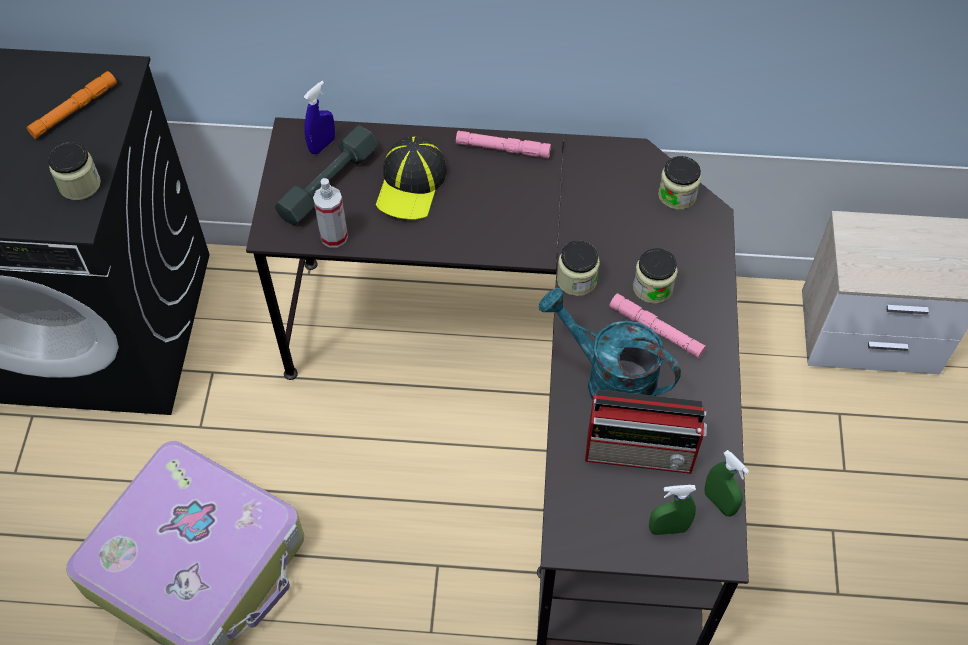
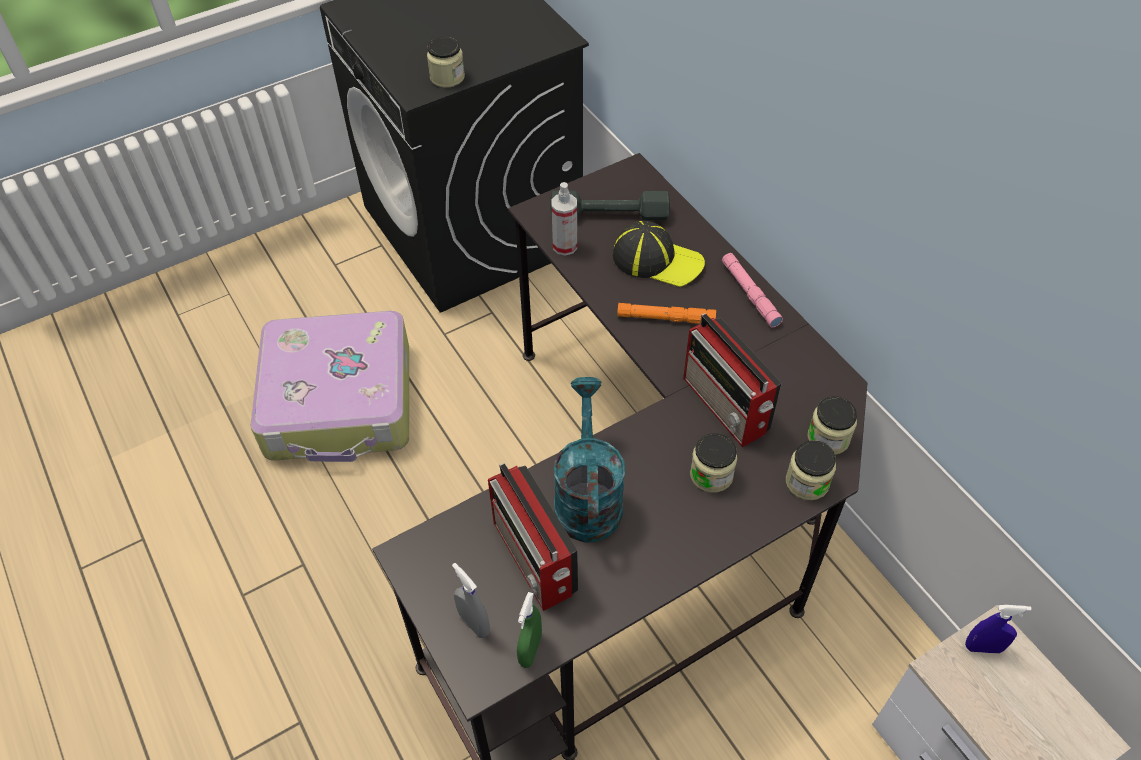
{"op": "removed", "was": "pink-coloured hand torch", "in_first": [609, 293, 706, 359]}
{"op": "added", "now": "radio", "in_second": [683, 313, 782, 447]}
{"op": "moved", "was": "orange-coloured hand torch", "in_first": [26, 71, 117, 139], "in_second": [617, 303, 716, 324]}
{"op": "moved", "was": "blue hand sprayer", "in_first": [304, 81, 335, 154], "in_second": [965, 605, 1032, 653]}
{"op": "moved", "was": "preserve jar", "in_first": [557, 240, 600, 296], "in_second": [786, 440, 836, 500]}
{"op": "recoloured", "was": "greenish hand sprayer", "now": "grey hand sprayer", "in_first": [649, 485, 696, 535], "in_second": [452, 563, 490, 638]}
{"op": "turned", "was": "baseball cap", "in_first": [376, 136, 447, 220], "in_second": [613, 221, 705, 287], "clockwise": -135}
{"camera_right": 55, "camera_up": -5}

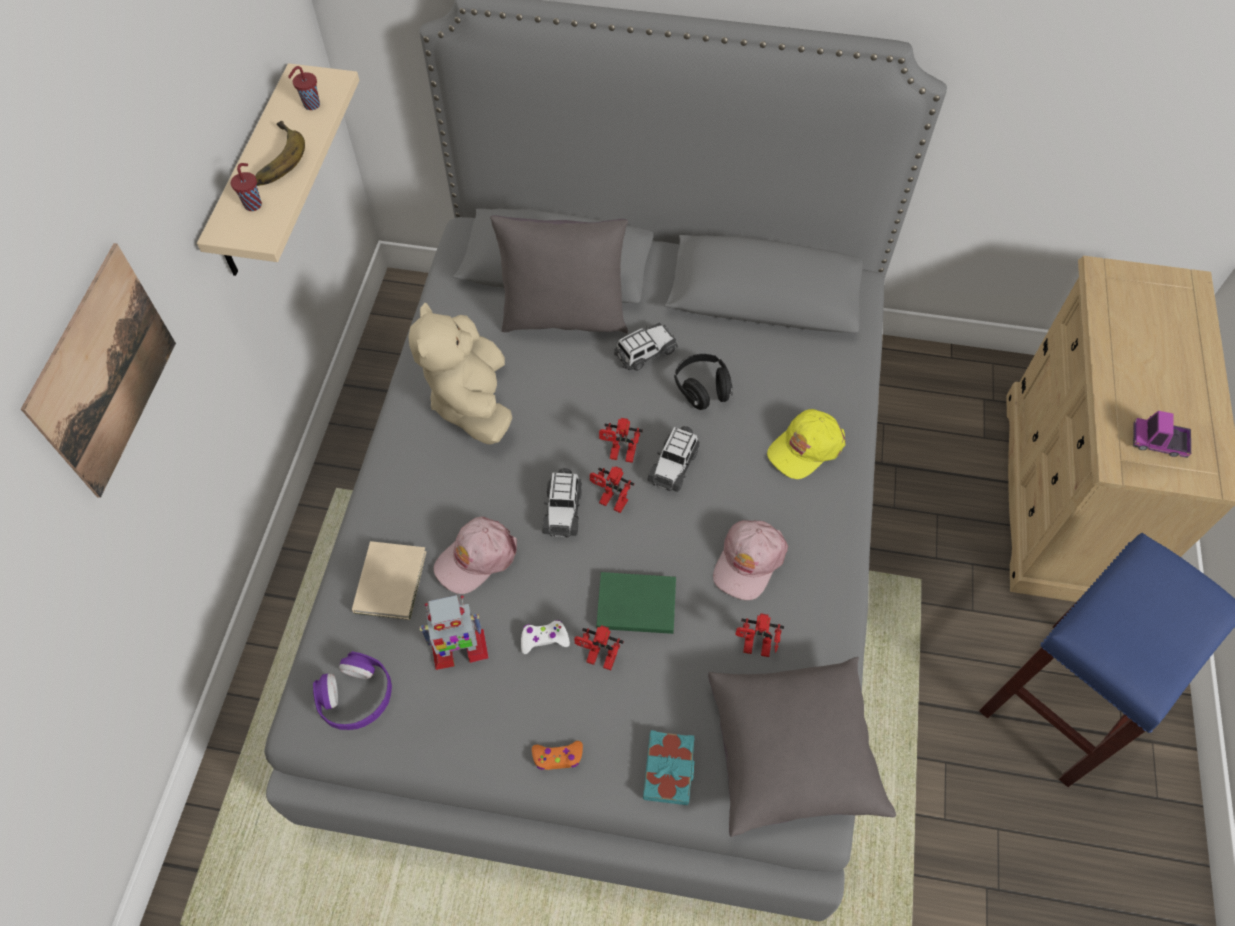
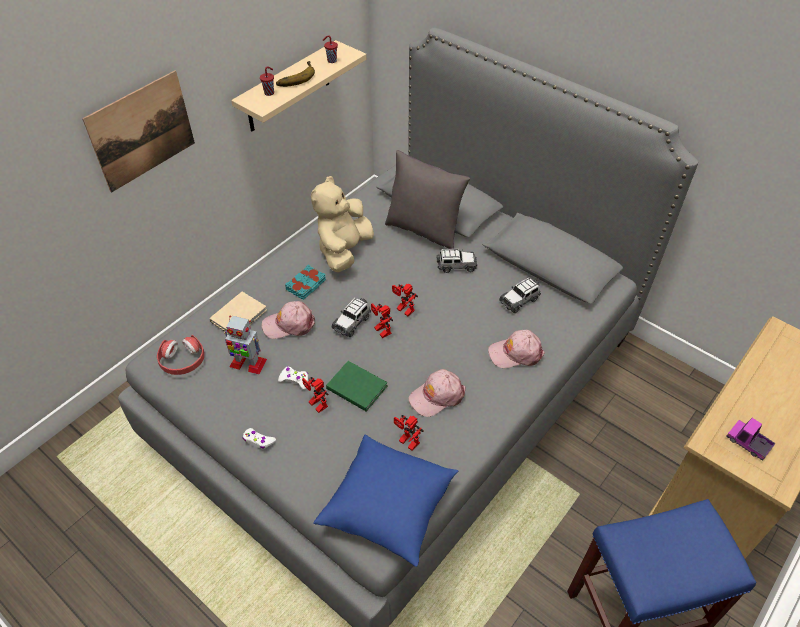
{"op": "removed", "was": "blackish pair of headphones", "in_first": [674, 354, 733, 410]}
{"op": "moved", "was": "blue-green volume", "in_first": [643, 730, 695, 805], "in_second": [285, 265, 326, 300]}
{"op": "moved", "was": "toy car", "in_first": [647, 426, 699, 492], "in_second": [499, 277, 541, 313]}
{"op": "recoloured", "was": "purple pair of headphones", "now": "reddish pair of headphones", "in_first": [313, 651, 392, 730], "in_second": [157, 335, 205, 375]}
{"op": "recoloured", "was": "orange-coloured gamepad", "now": "white-coloured gamepad", "in_first": [532, 741, 583, 770], "in_second": [243, 428, 276, 449]}
{"op": "recoloured", "was": "grey cushion", "now": "blue cushion", "in_first": [708, 657, 896, 837], "in_second": [313, 434, 458, 567]}
{"op": "recoloured", "was": "yellow-coloured baseball cap", "now": "pink-coloured baseball cap", "in_first": [767, 409, 846, 479], "in_second": [488, 330, 545, 368]}
{"camera_right": 30, "camera_up": -10}

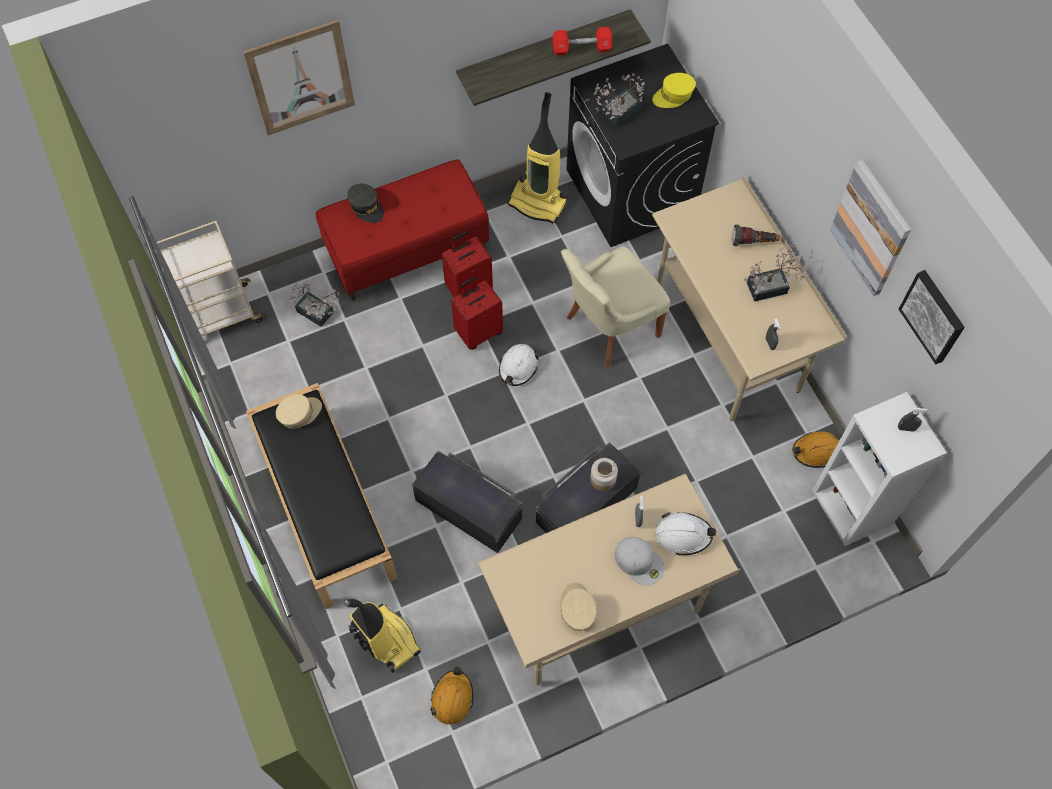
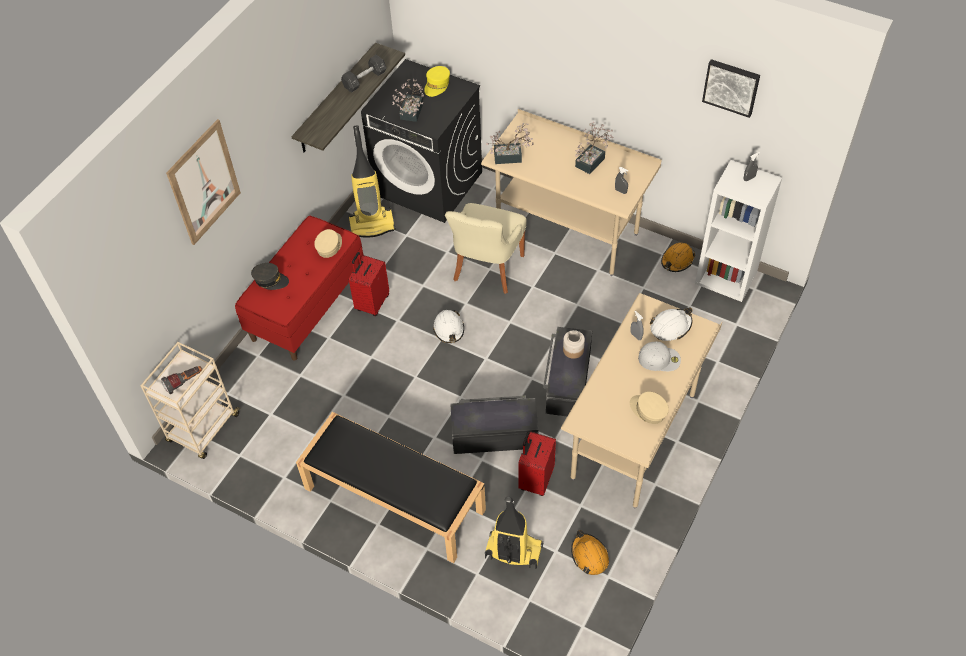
{"op": "removed", "was": "picture", "in_first": [830, 160, 911, 296]}
{"op": "moved", "was": "sand-coloured baseball cap", "in_first": [276, 394, 322, 429], "in_second": [314, 229, 342, 258]}
{"op": "moved", "was": "houseplant", "in_first": [286, 282, 339, 327], "in_second": [486, 123, 534, 164]}
{"op": "moved", "was": "reddish suitcase", "in_first": [451, 277, 503, 350], "in_second": [518, 431, 556, 496]}
{"op": "moved", "was": "hand torch", "in_first": [732, 225, 780, 246], "in_second": [161, 366, 202, 394]}
{"op": "recoloured", "was": "reddish hand weight", "now": "blackish hand weight", "in_first": [552, 27, 612, 55], "in_second": [341, 55, 386, 92]}
{"camera_right": -35, "camera_up": -10}

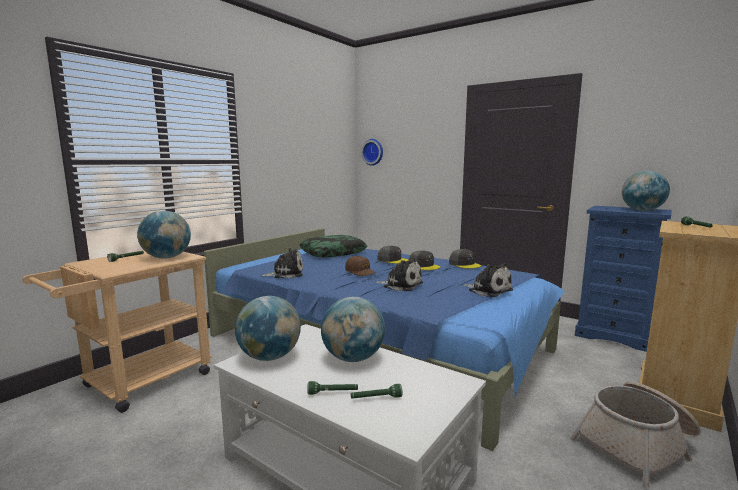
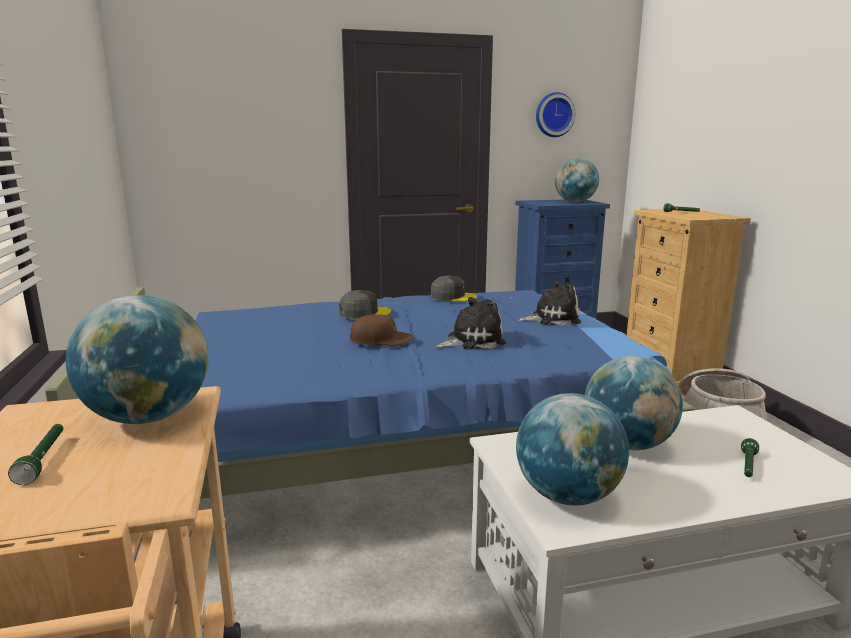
{"op": "removed", "was": "cuddly toy", "in_first": [261, 248, 303, 278]}
{"op": "removed", "was": "cushion", "in_first": [300, 235, 367, 258]}
{"op": "removed", "was": "greenish hand torch", "in_first": [307, 381, 358, 395]}
{"op": "removed", "was": "grey baseball cap", "in_first": [409, 250, 440, 270]}
{"op": "moved", "was": "hanging clock", "in_first": [361, 139, 383, 166], "in_second": [536, 92, 575, 137]}
{"camera_right": -50, "camera_up": 5}

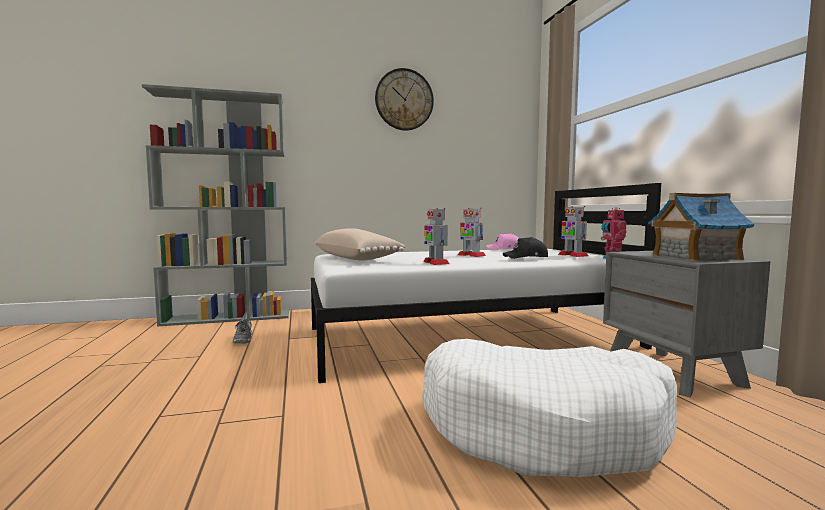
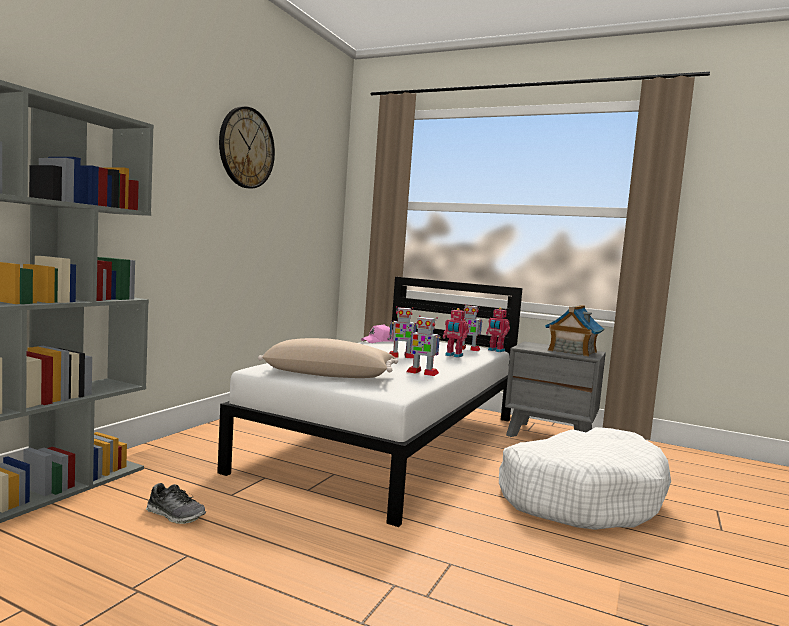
{"op": "replaced", "was": "blackish baseball cap", "now": "toy robot", "in_first": [503, 237, 548, 259], "in_second": [443, 308, 469, 358]}
{"camera_right": -50, "camera_up": 0}

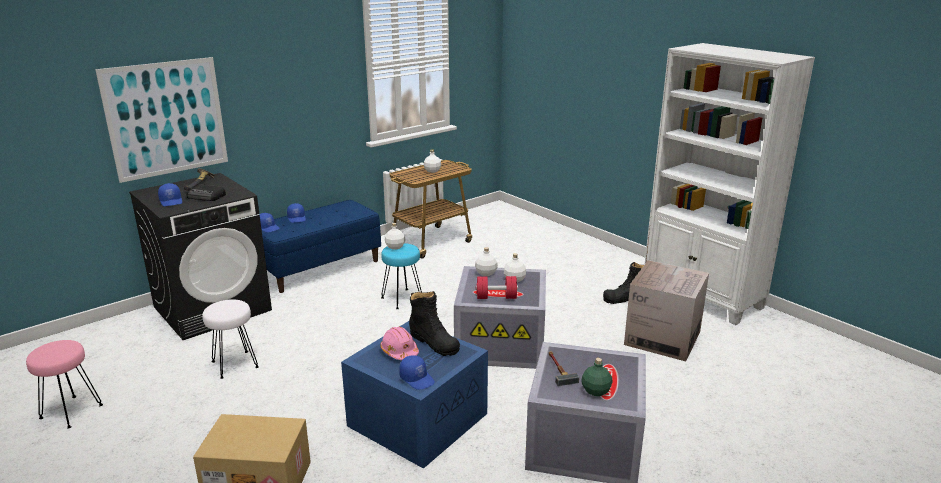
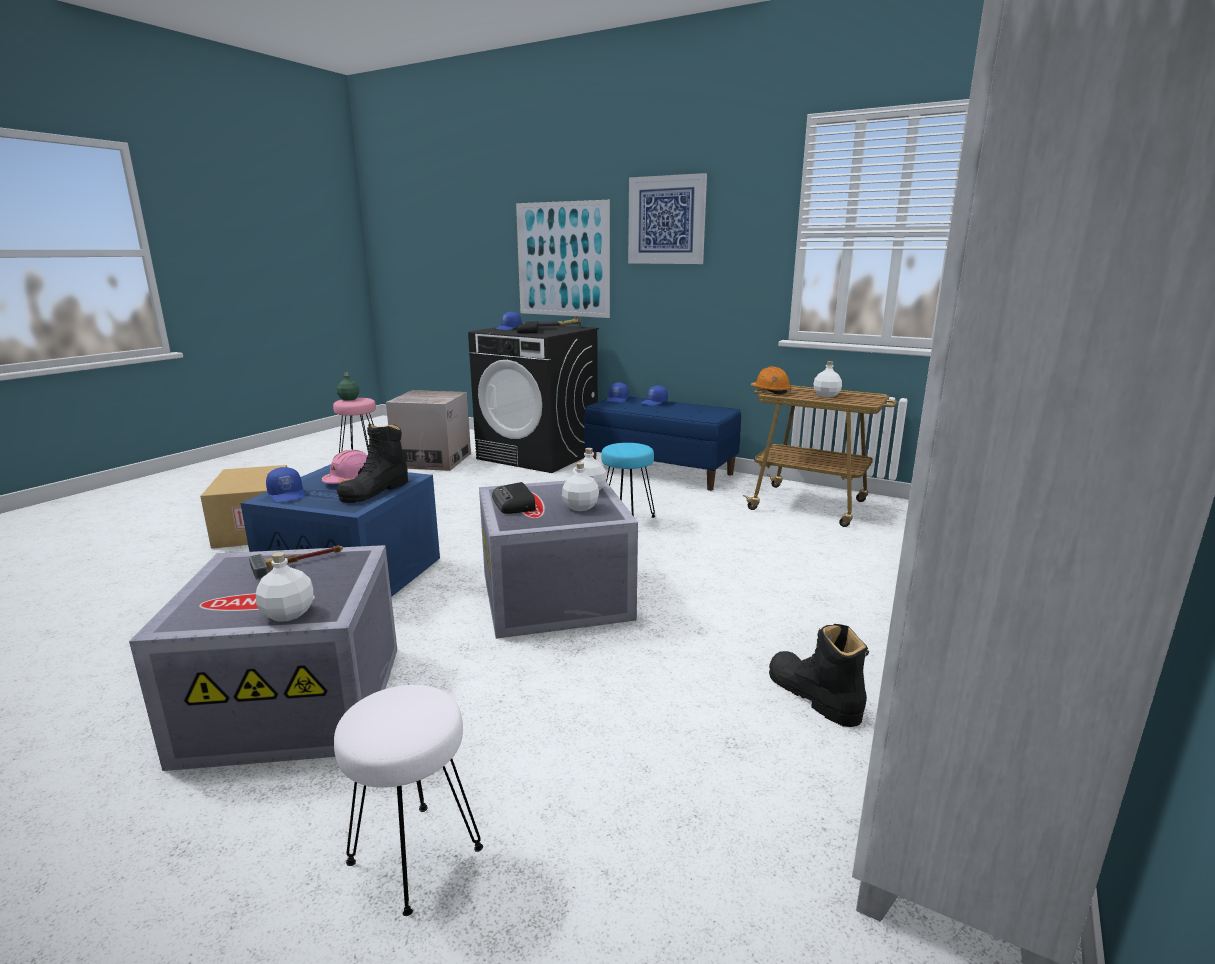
{"op": "added", "now": "picture", "in_second": [628, 173, 707, 264]}
{"op": "added", "now": "orange-coloured work helmet", "in_second": [751, 366, 791, 394]}
{"op": "moved", "was": "white-coloured stool", "in_first": [203, 299, 259, 379], "in_second": [334, 685, 483, 916]}
{"op": "moved", "was": "white-coloured bottle", "in_first": [385, 223, 405, 249], "in_second": [256, 552, 313, 622]}
{"op": "moved", "was": "greenish bottle", "in_first": [581, 358, 613, 396], "in_second": [337, 373, 360, 401]}
{"op": "moved", "was": "carton", "in_first": [624, 260, 709, 361], "in_second": [386, 390, 471, 471]}
{"op": "replaced", "was": "reddish hand weight", "now": "radio", "in_first": [476, 276, 518, 299], "in_second": [492, 482, 536, 514]}
{"op": "turned", "was": "blue baseball cap", "in_first": [399, 355, 435, 390], "in_second": [266, 467, 305, 503], "clockwise": -60}
{"camera_right": 70, "camera_up": -5}

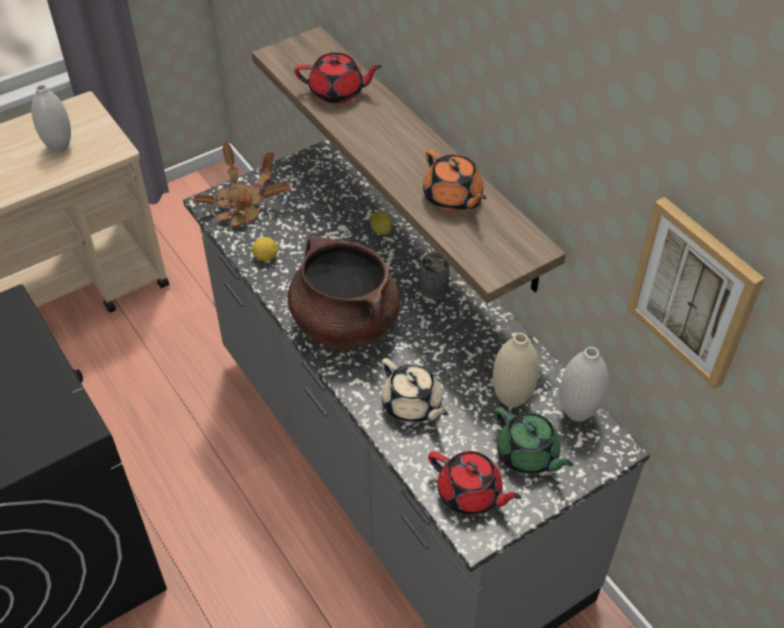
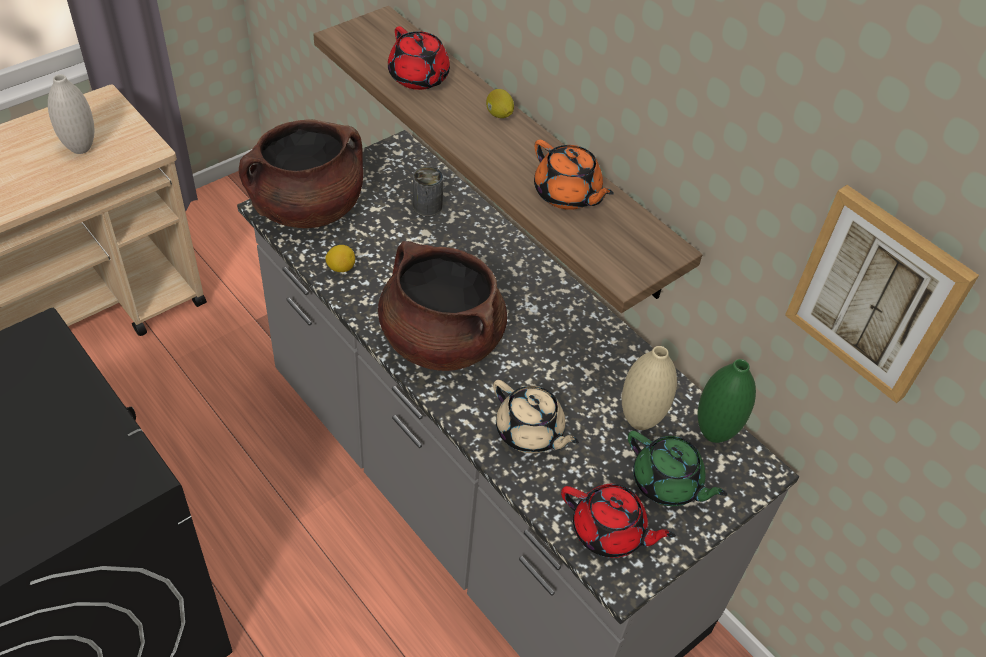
{"op": "moved", "was": "citrus fruit", "in_first": [370, 211, 393, 235], "in_second": [486, 89, 514, 118]}
{"op": "moved", "was": "sealed can", "in_first": [420, 253, 450, 299], "in_second": [413, 166, 444, 217]}
{"op": "replaced", "was": "houseplant", "now": "brownish saucepot", "in_first": [192, 142, 291, 227], "in_second": [239, 119, 363, 228]}
{"op": "recoloured", "was": "white-coloured flower vase", "now": "greenish flower vase", "in_first": [560, 347, 608, 422], "in_second": [698, 359, 756, 443]}
{"op": "turned", "was": "reddish pot for tea", "in_first": [294, 53, 382, 104], "in_second": [388, 26, 450, 90], "clockwise": 60}
{"camera_right": -10, "camera_up": 0}

